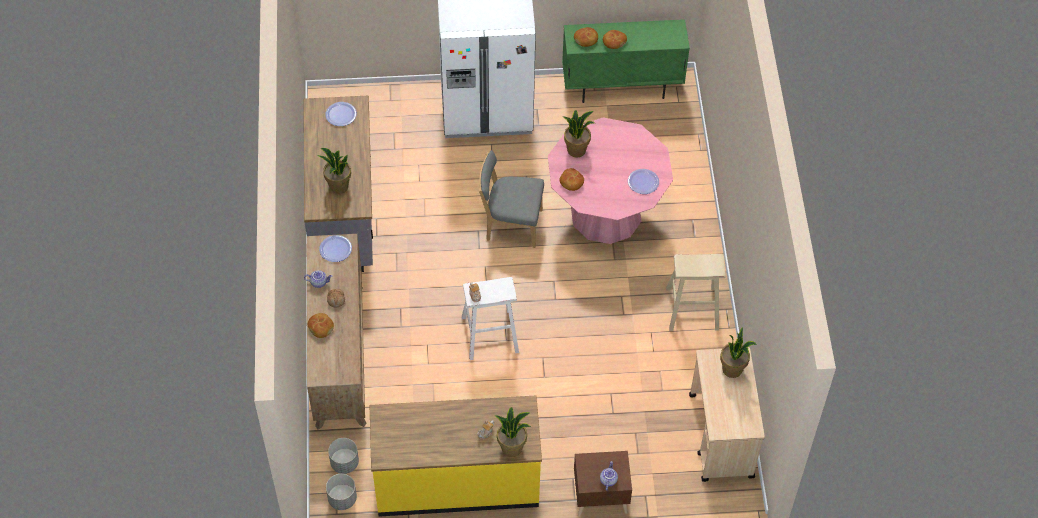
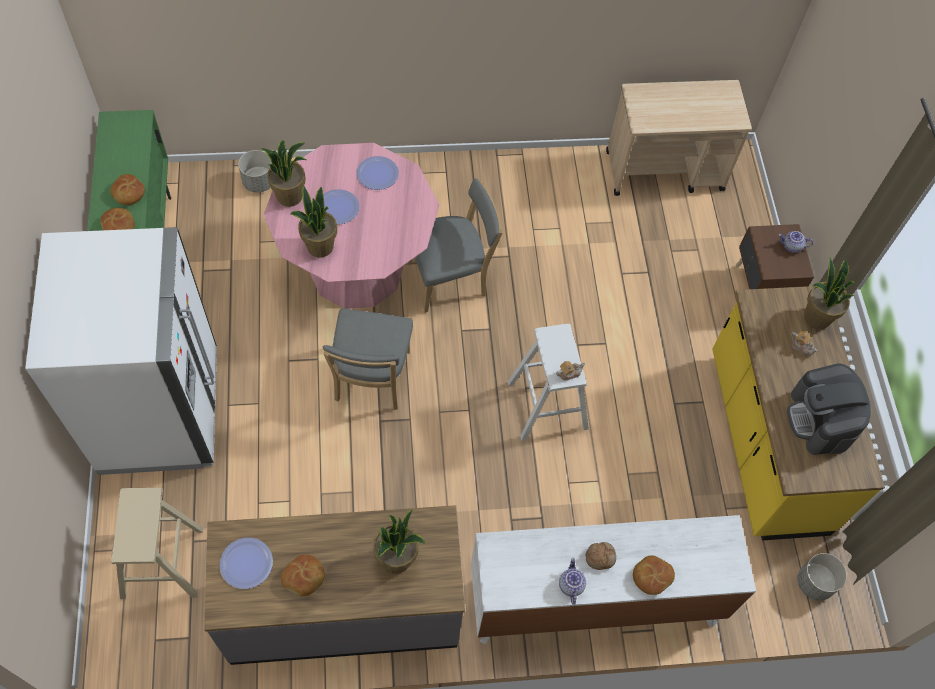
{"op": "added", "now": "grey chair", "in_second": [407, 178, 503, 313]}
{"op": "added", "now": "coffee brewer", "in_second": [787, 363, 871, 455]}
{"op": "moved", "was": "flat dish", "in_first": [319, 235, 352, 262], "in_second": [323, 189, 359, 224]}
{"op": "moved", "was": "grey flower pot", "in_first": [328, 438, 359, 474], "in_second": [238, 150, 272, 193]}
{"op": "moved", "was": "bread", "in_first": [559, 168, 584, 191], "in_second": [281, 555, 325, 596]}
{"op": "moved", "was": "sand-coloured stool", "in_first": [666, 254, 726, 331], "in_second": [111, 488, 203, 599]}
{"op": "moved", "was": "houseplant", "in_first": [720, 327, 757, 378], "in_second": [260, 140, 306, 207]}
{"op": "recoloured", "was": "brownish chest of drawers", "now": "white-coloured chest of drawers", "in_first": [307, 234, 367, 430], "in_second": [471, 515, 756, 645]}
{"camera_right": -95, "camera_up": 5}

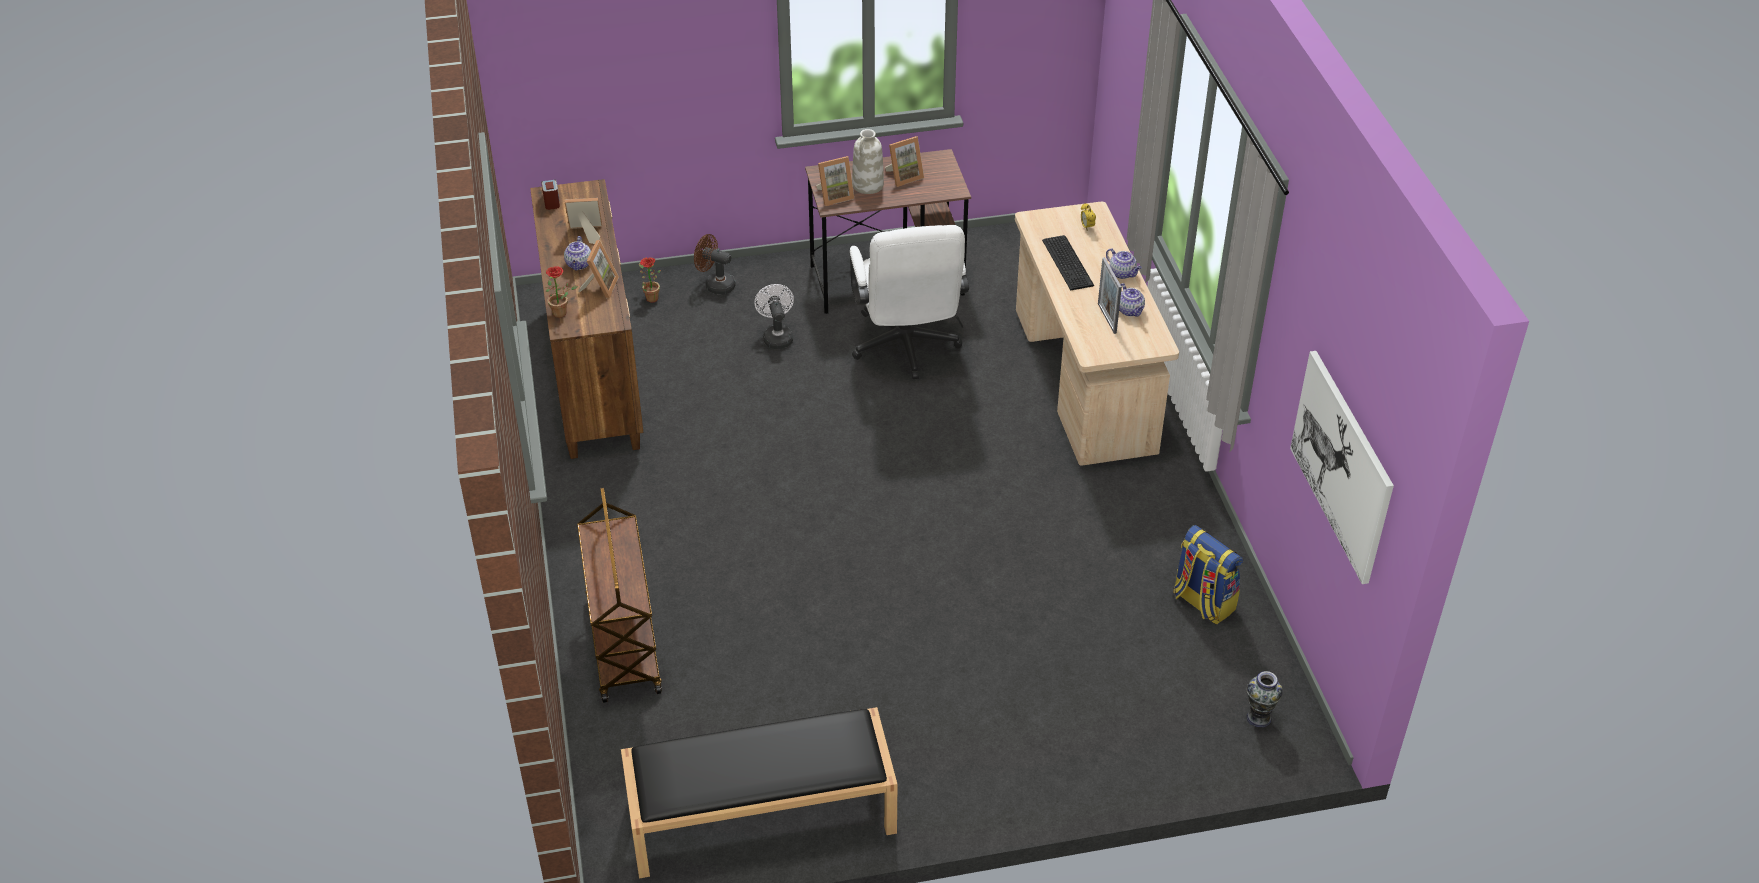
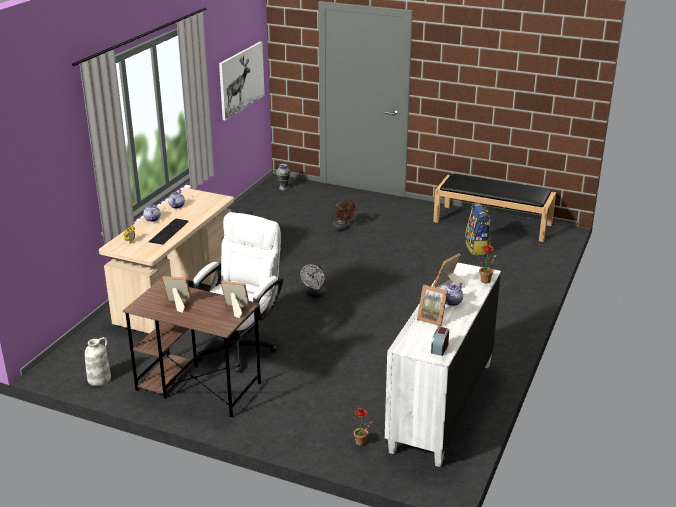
{"op": "removed", "was": "brownish trolley", "in_first": [577, 487, 662, 703]}
{"op": "removed", "was": "photo frame", "in_first": [1098, 257, 1122, 334]}
{"op": "moved", "was": "brownish electric fan", "in_first": [694, 234, 736, 295], "in_second": [333, 200, 355, 230]}
{"op": "moved", "was": "white-coloured electric fan", "in_first": [754, 284, 794, 349], "in_second": [300, 264, 326, 298]}
{"op": "moved", "was": "white-coloured flower vase", "in_first": [852, 129, 884, 194], "in_second": [85, 337, 111, 386]}
{"op": "moved", "was": "rucksack", "in_first": [1173, 525, 1243, 624], "in_second": [465, 203, 491, 255]}
{"op": "recoloured", "was": "brownish chest of drawers", "now": "white-coloured chest of drawers", "in_first": [530, 179, 643, 459], "in_second": [385, 263, 501, 467]}
{"camera_right": -145, "camera_up": -15}

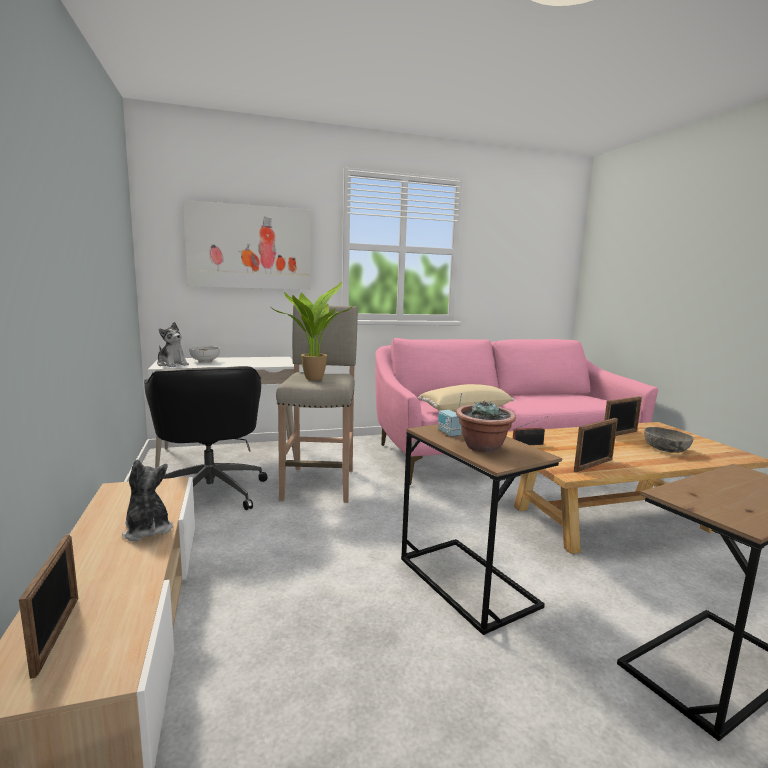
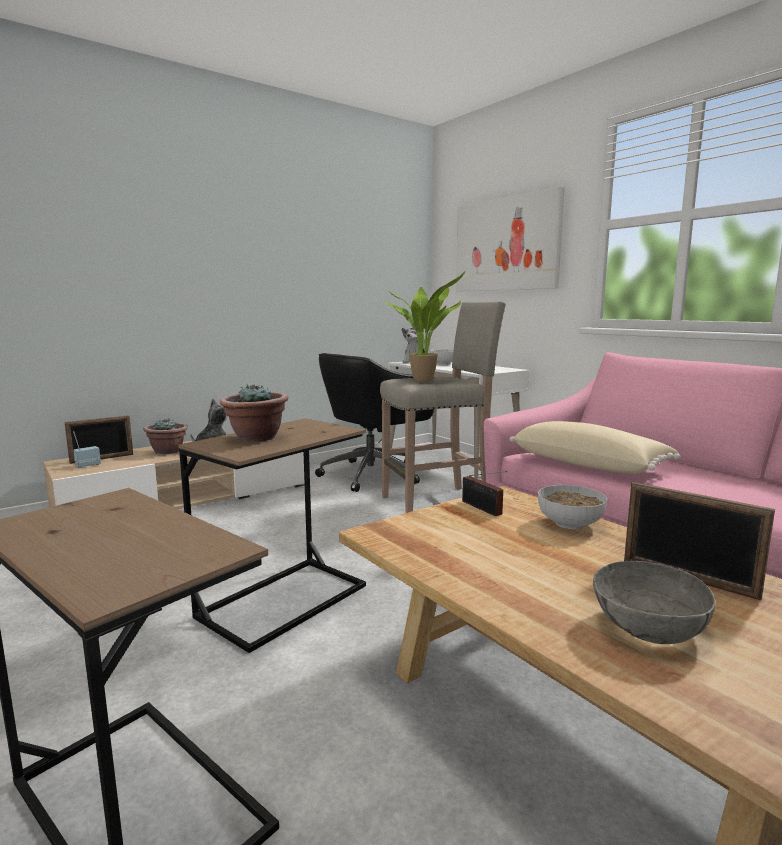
{"op": "removed", "was": "photo frame", "in_first": [574, 418, 618, 472]}
{"op": "added", "now": "houseplant", "in_second": [143, 418, 188, 454]}
{"op": "added", "now": "deep dish", "in_second": [538, 485, 607, 530]}
{"op": "moved", "was": "radio", "in_first": [438, 392, 462, 437], "in_second": [73, 431, 101, 468]}
{"camera_right": 70, "camera_up": 0}

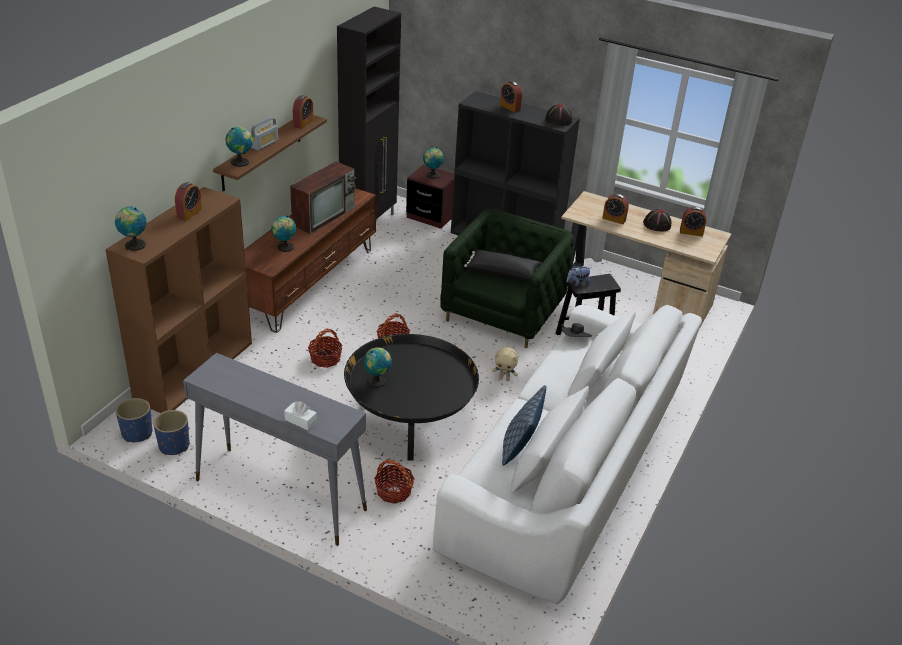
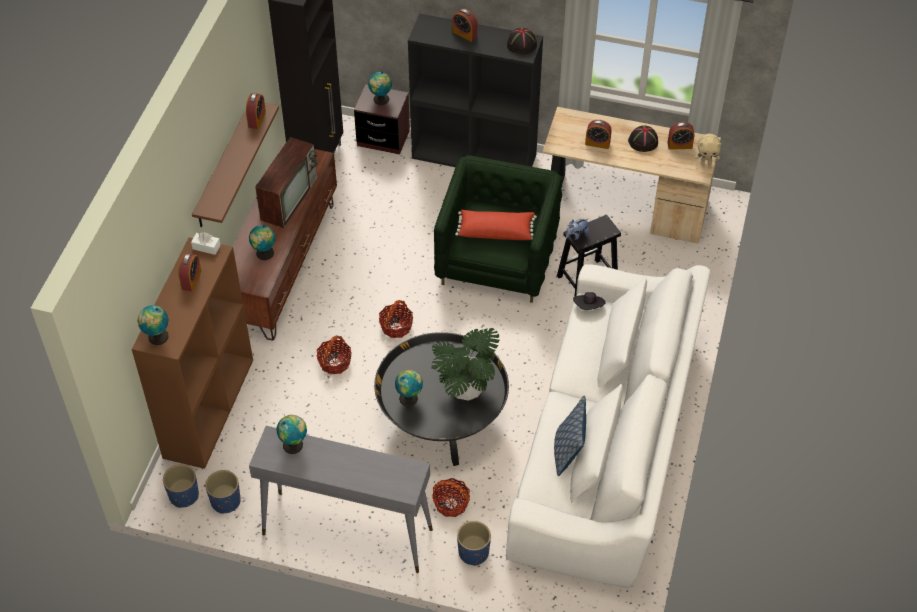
{"op": "removed", "was": "radio", "in_first": [251, 118, 278, 151]}
{"op": "added", "now": "houseplant", "in_second": [431, 328, 499, 401]}
{"op": "added", "now": "blue flower pot", "in_second": [457, 521, 491, 566]}
{"op": "moved", "was": "desk globe", "in_first": [226, 127, 253, 167], "in_second": [276, 415, 307, 454]}
{"op": "moved", "was": "white-coloured tissue holder", "in_first": [284, 401, 317, 430], "in_second": [191, 232, 221, 255]}
{"op": "moved", "was": "sand-coloured cuddly toy", "in_first": [492, 347, 518, 381], "in_second": [694, 133, 722, 165]}
{"op": "recoloured", "was": "blackish cushion", "now": "reddish cushion", "in_first": [464, 250, 542, 282], "in_second": [455, 210, 537, 240]}
{"camera_right": -10, "camera_up": 15}

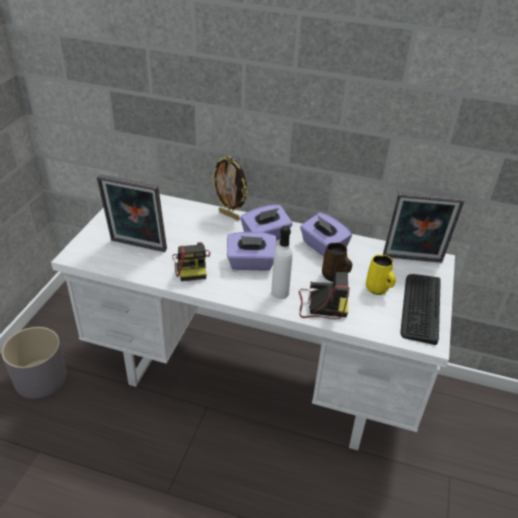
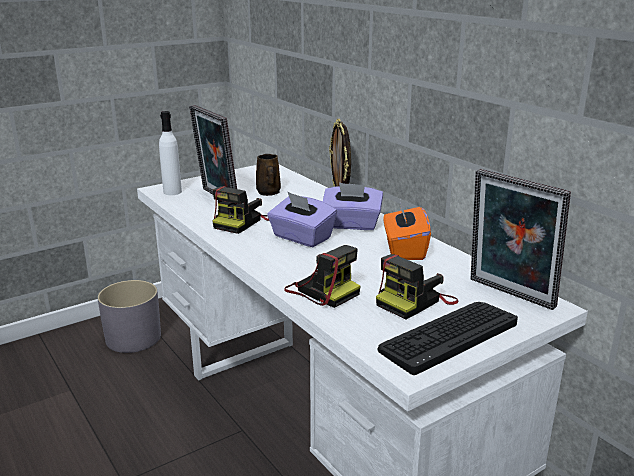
{"op": "moved", "was": "white-coloured bottle", "in_first": [271, 226, 293, 299], "in_second": [159, 111, 182, 195]}
{"op": "moved", "was": "brownish tea mug", "in_first": [322, 242, 352, 282], "in_second": [256, 154, 281, 196]}
{"op": "replaced", "was": "yellow-coloured tea mug", "now": "photo camera", "in_first": [366, 255, 396, 295], "in_second": [376, 254, 458, 319]}
{"op": "recoloured", "was": "purple tissue holder", "now": "orange-coloured tissue holder", "in_first": [300, 212, 352, 257], "in_second": [383, 200, 431, 260]}
{"camera_right": 40, "camera_up": -15}

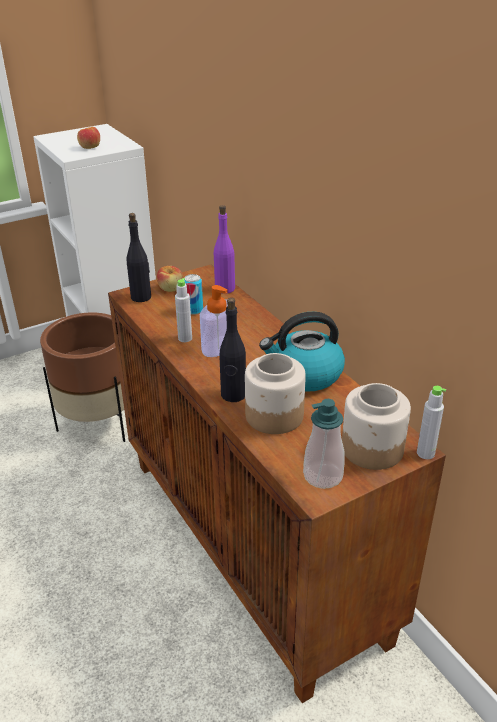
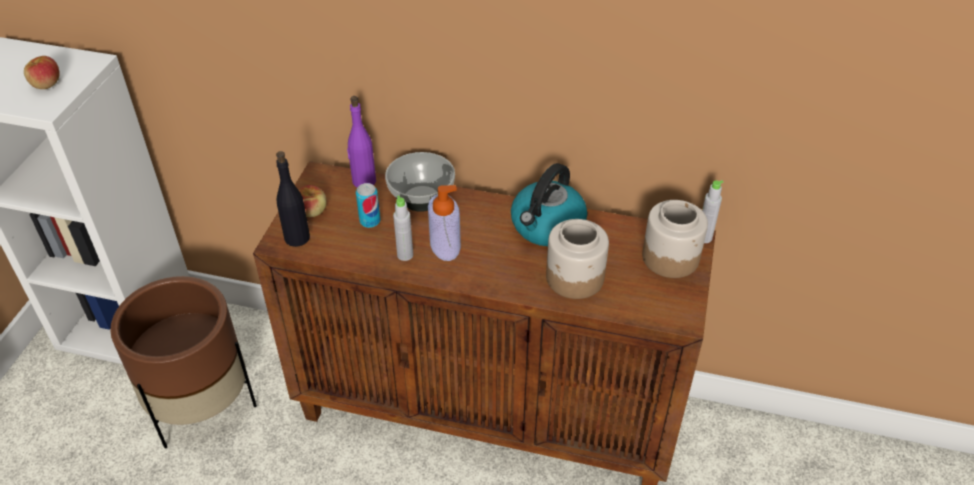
{"op": "removed", "was": "blackish bottle", "in_first": [219, 298, 246, 402]}
{"op": "removed", "was": "liquid soap bottle", "in_first": [303, 399, 345, 489]}
{"op": "added", "now": "deep dish", "in_second": [385, 152, 455, 212]}
{"camera_right": -45, "camera_up": 10}

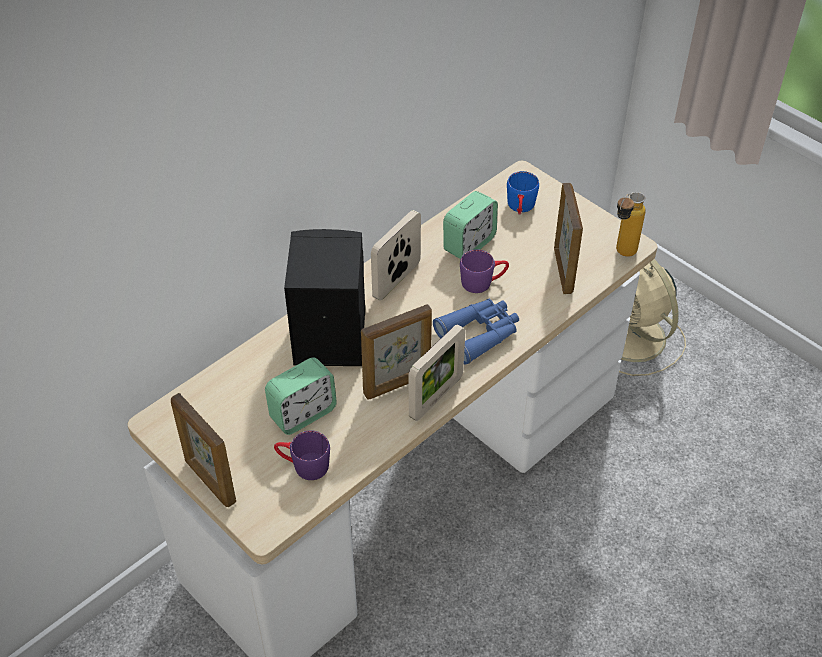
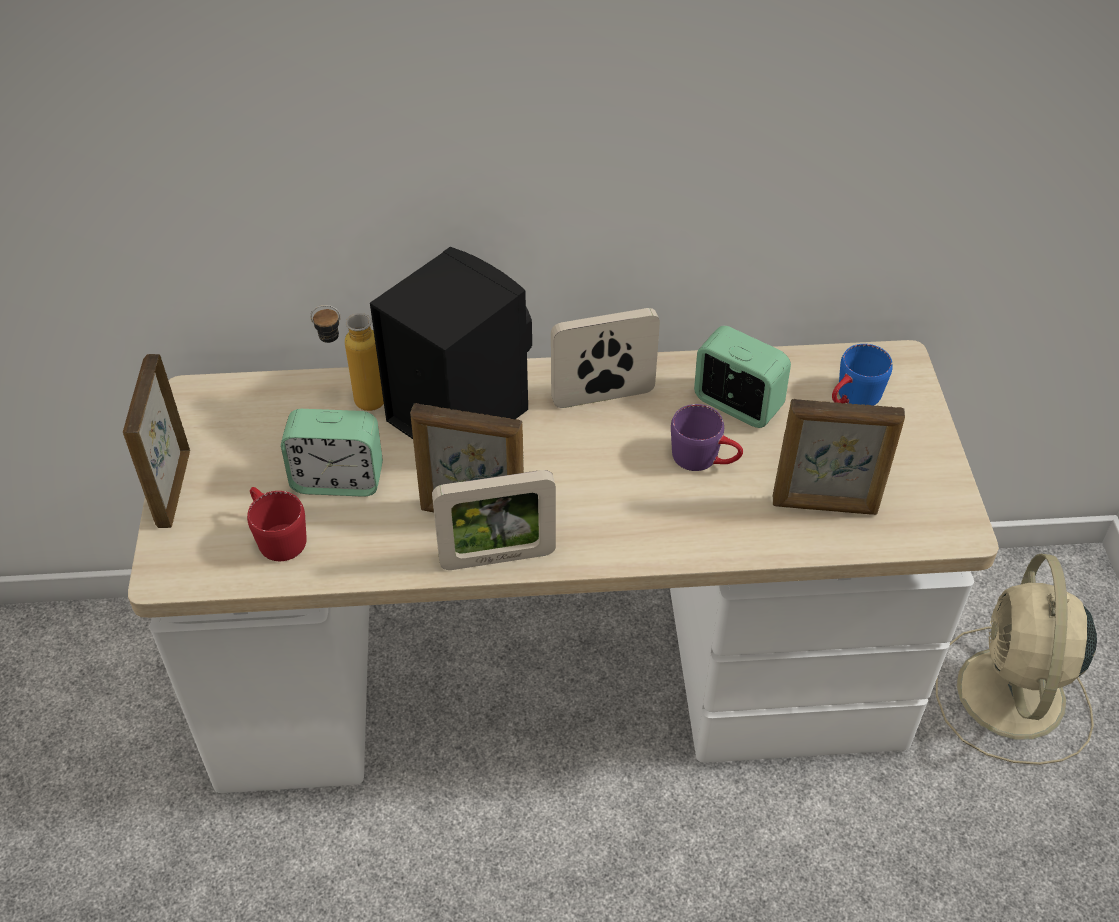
{"op": "removed", "was": "blue binoculars", "in_first": [433, 299, 519, 365]}
{"op": "moved", "was": "bottle", "in_first": [616, 192, 646, 257], "in_second": [310, 305, 384, 411]}
{"op": "recoloured", "was": "purple tea mug", "now": "reddish tea mug", "in_first": [274, 430, 330, 480], "in_second": [247, 487, 307, 561]}
{"op": "turned", "was": "alarm clock", "in_first": [443, 191, 498, 259], "in_second": [694, 326, 791, 428], "clockwise": -135}
{"op": "turned", "was": "photo frame", "in_first": [554, 183, 583, 294], "in_second": [773, 399, 905, 515], "clockwise": 60}
{"camera_right": 40, "camera_up": 0}

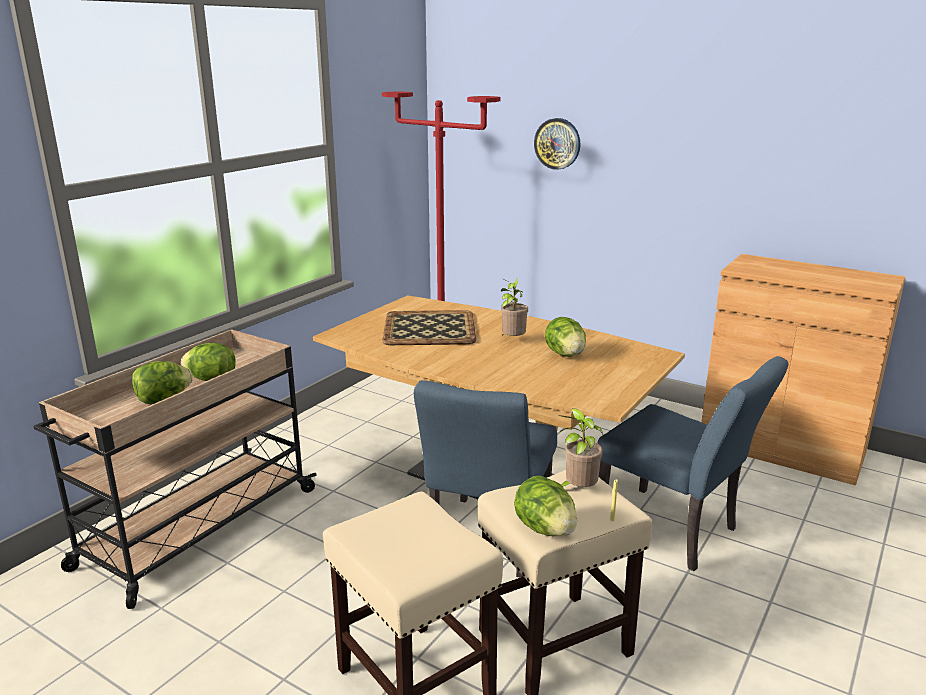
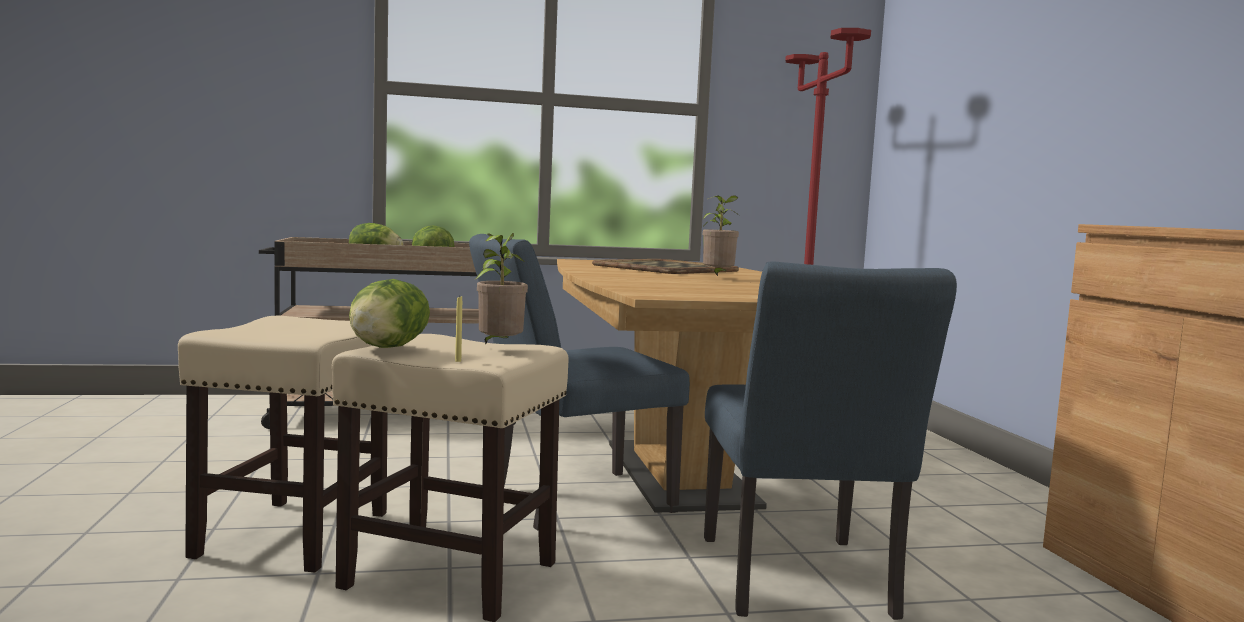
{"op": "removed", "was": "hanging clock", "in_first": [534, 118, 580, 170]}
{"op": "removed", "was": "head of lettuce", "in_first": [545, 317, 586, 357]}
{"camera_right": 45, "camera_up": -15}

